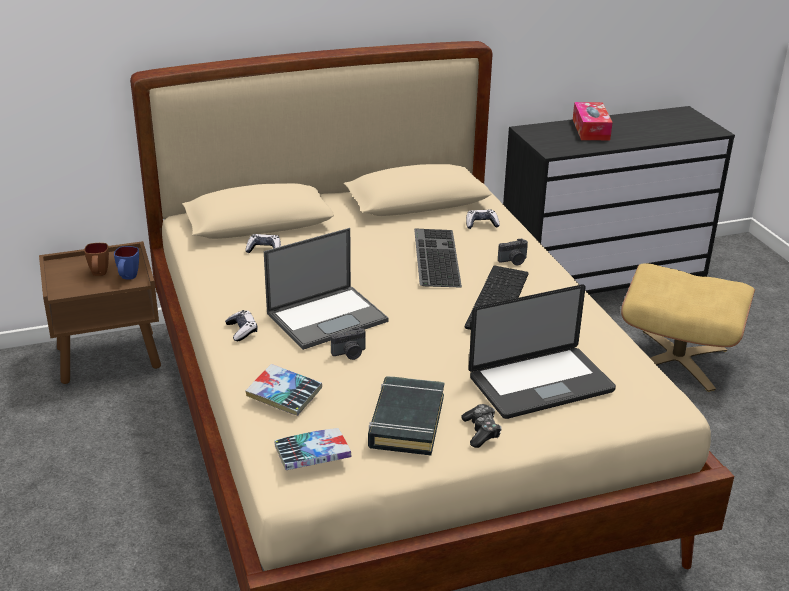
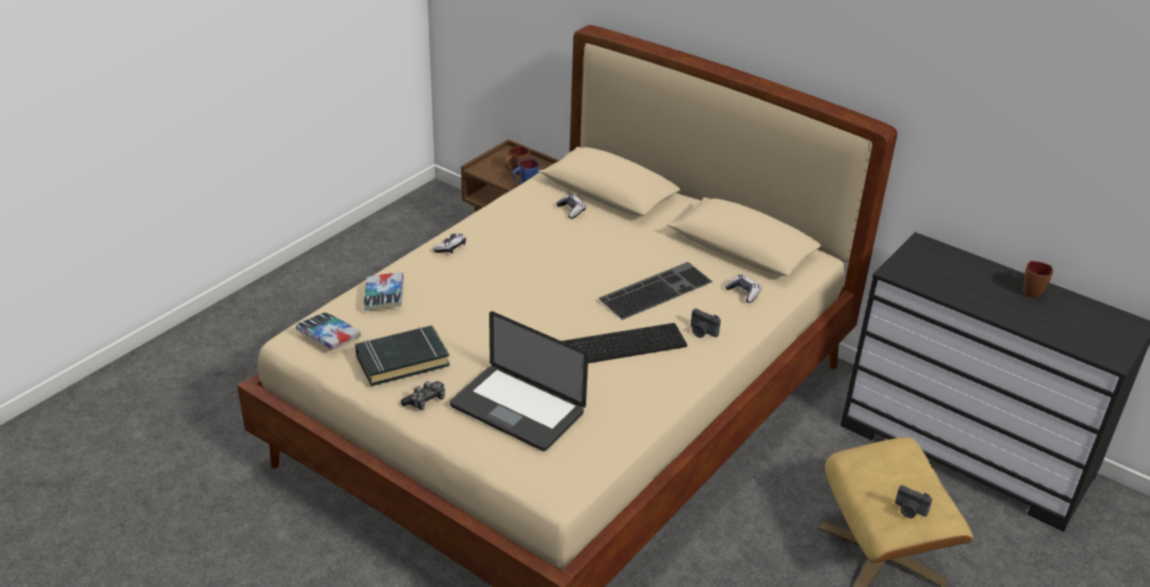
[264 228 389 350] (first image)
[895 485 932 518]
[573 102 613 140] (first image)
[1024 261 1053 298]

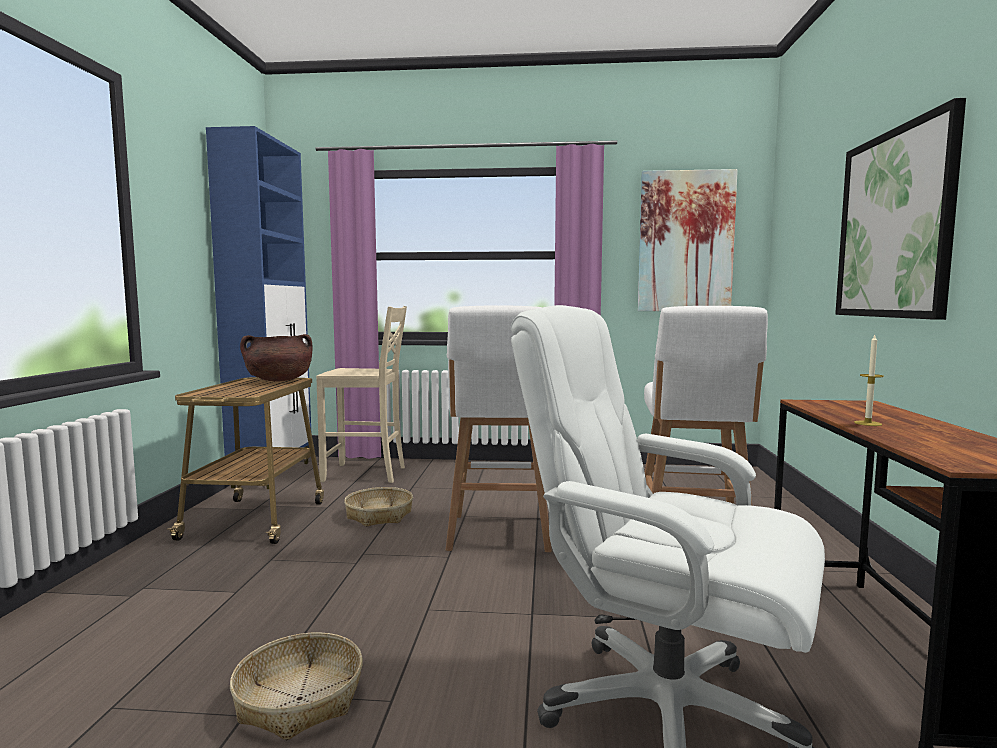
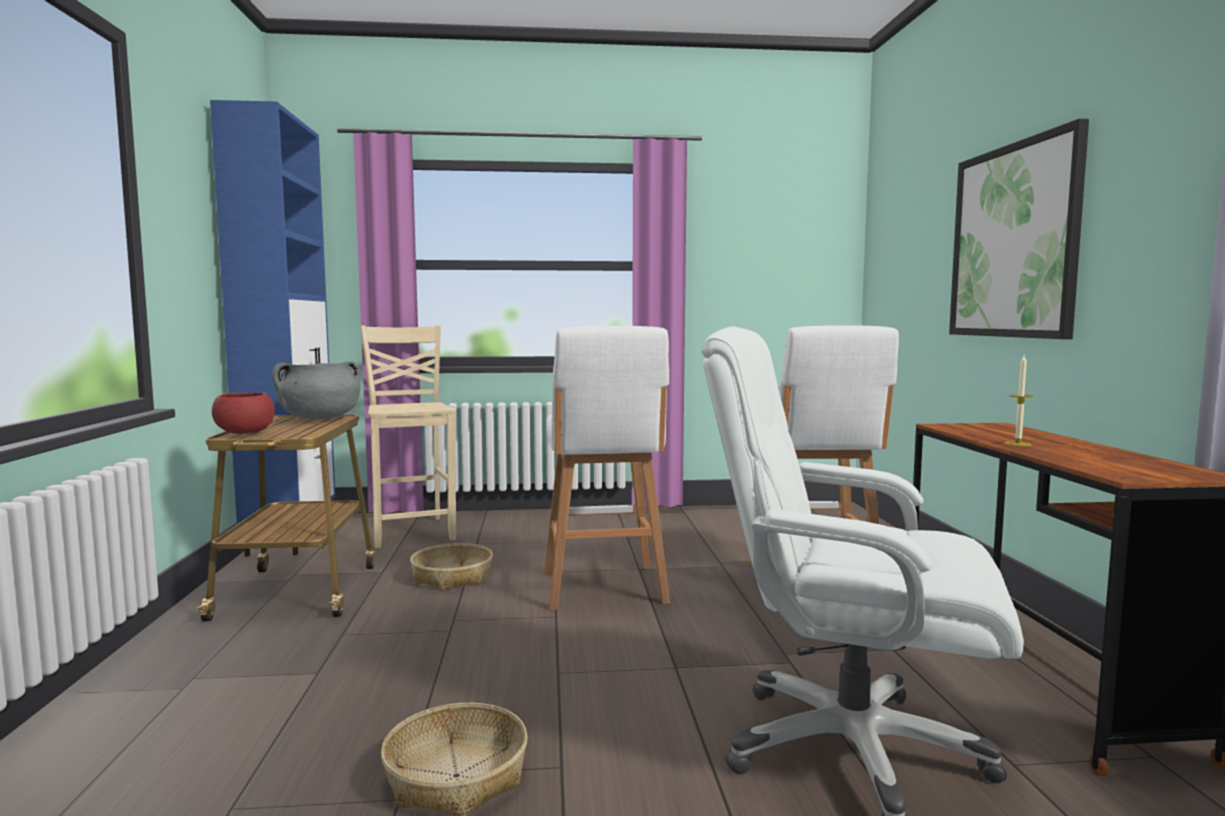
[272 361 360 419]
[360 325 456 549]
[638 169 738 311] (first image)
[212 392 275 434]

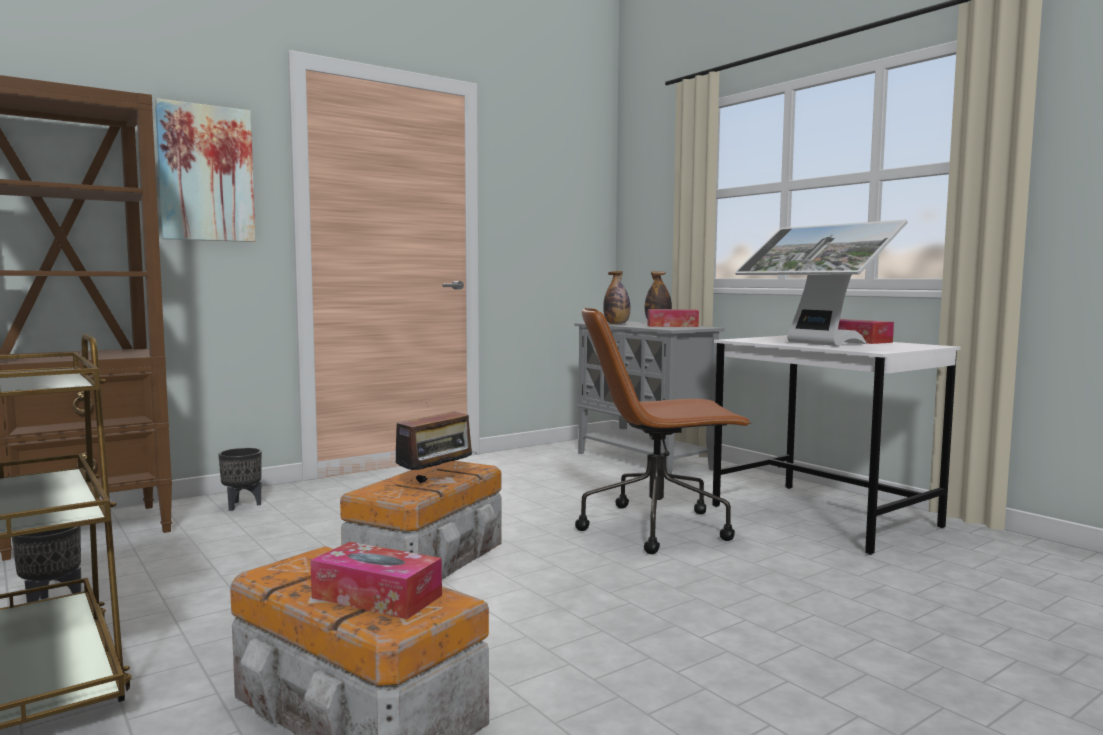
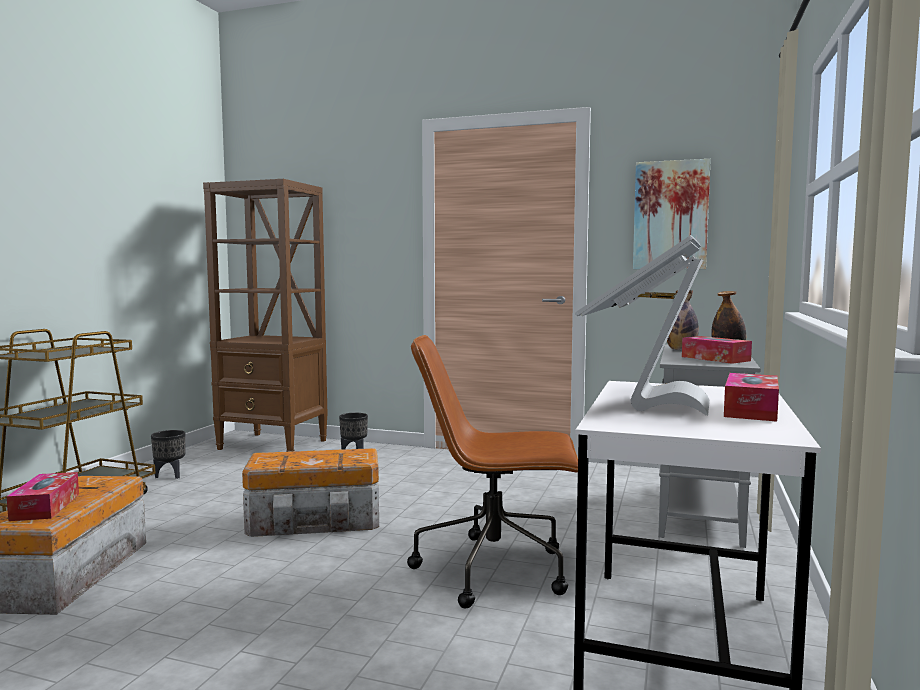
[633 159 711 269]
[387 402 477 483] (first image)
[407 335 578 609]

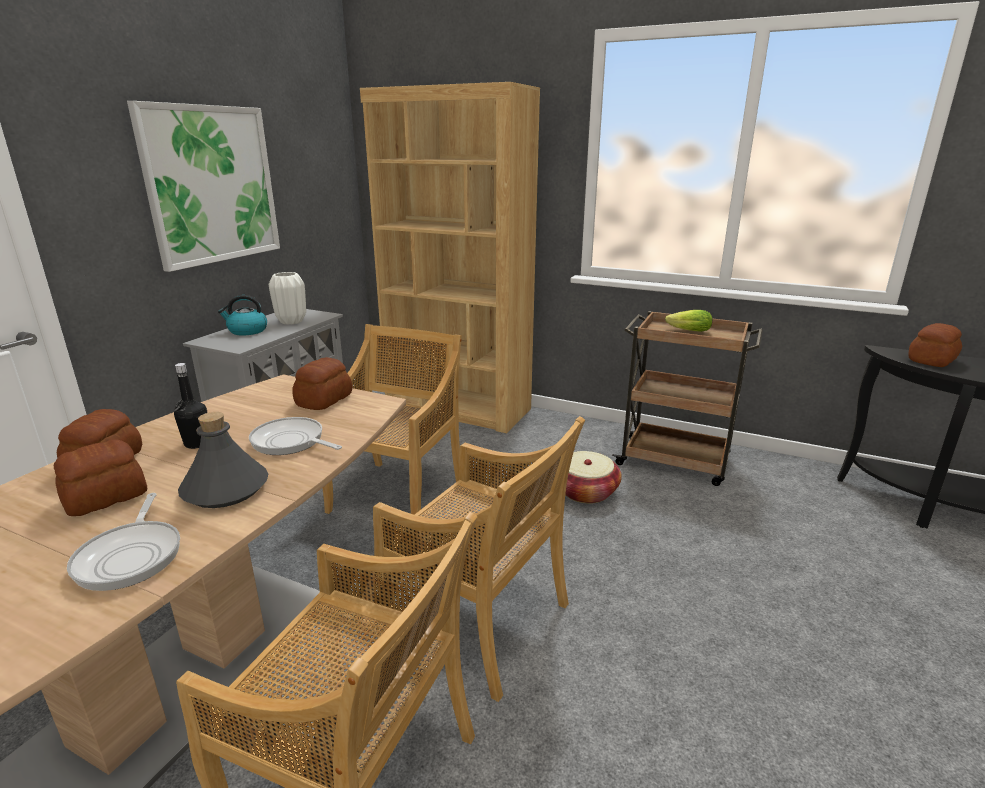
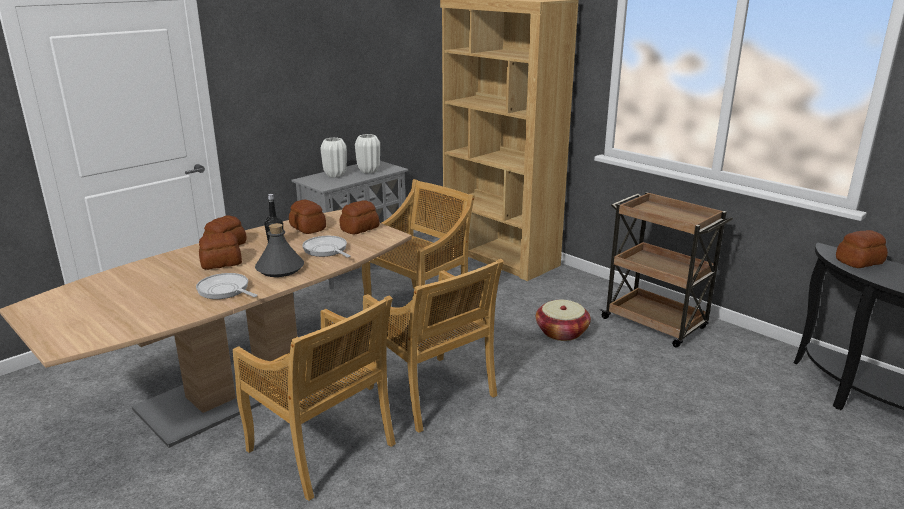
[196 273 258 299]
[127 101 280 272] (first image)
[321 137 347 178]
[665 310 712 332] (first image)
[289 200 326 234]

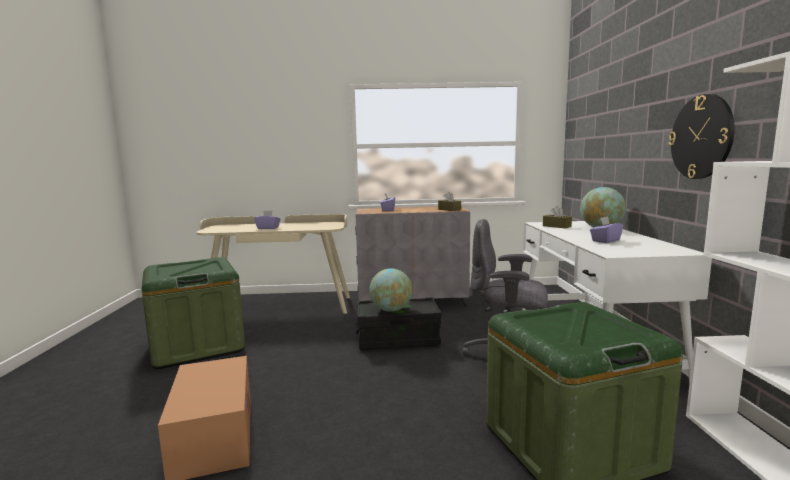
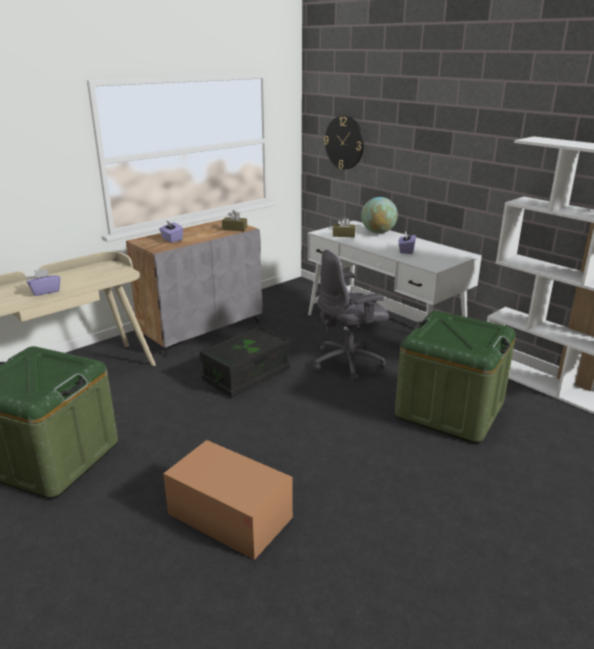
[369 268 412 312] (first image)
[324 116 364 169]

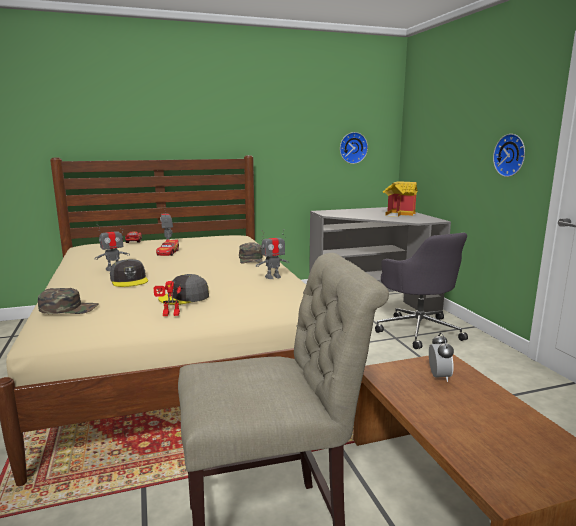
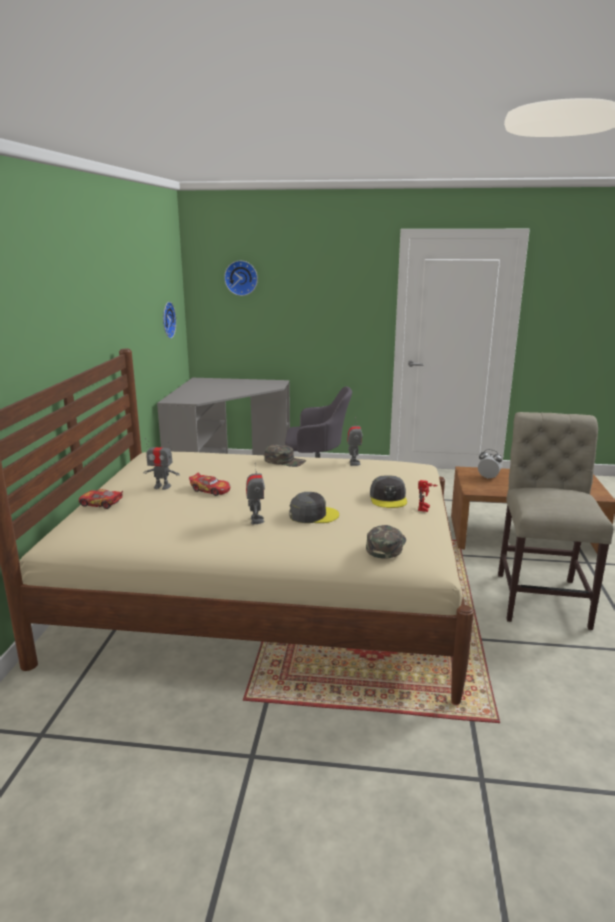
[383 181 417 217] (first image)
[224 261 258 296]

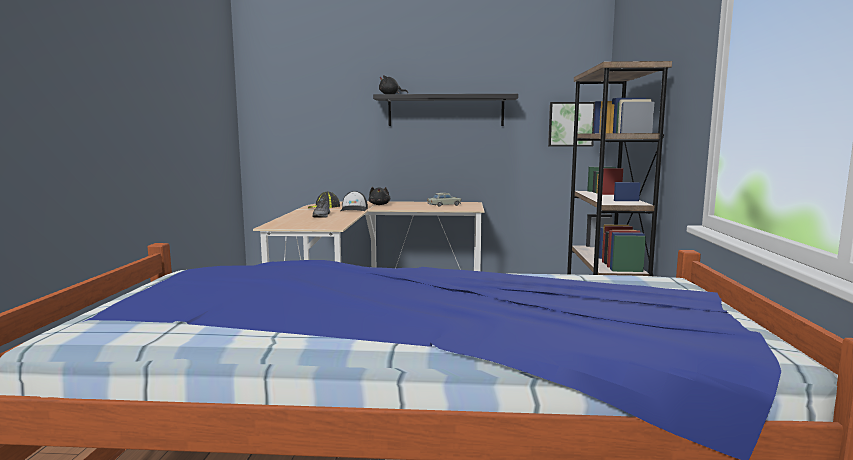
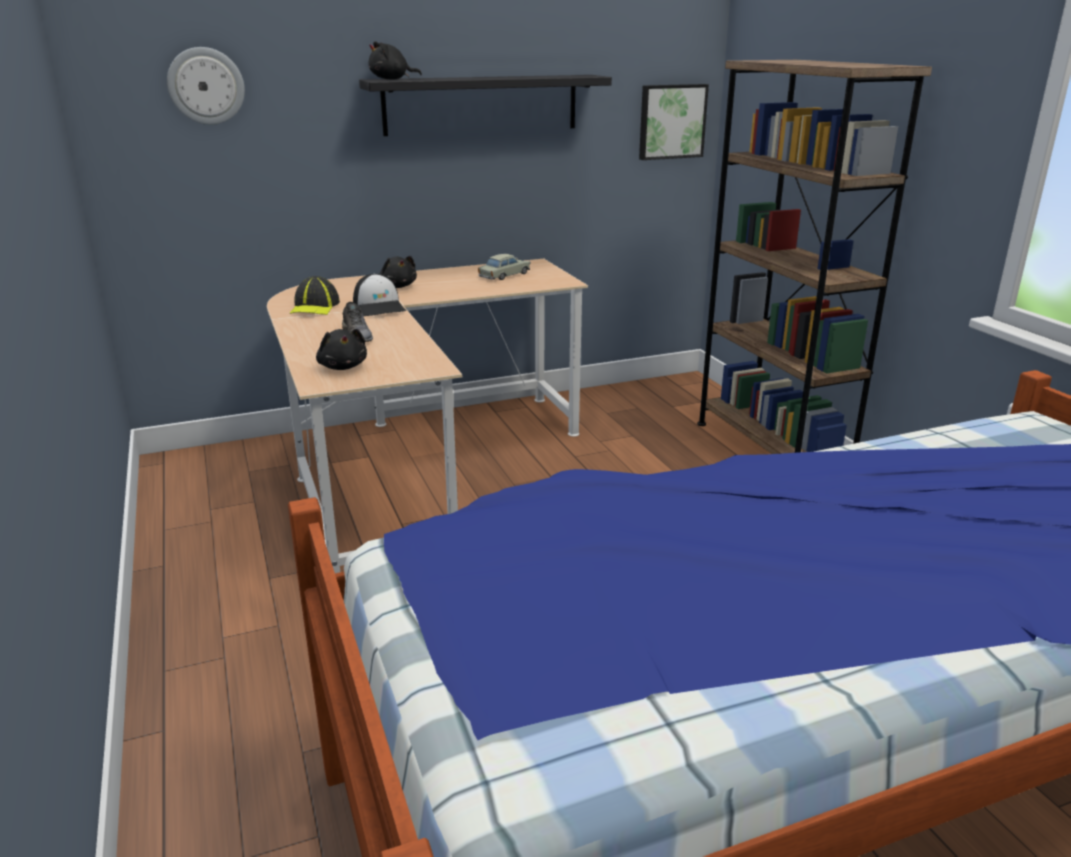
[167 47 245 125]
[316 329 367 370]

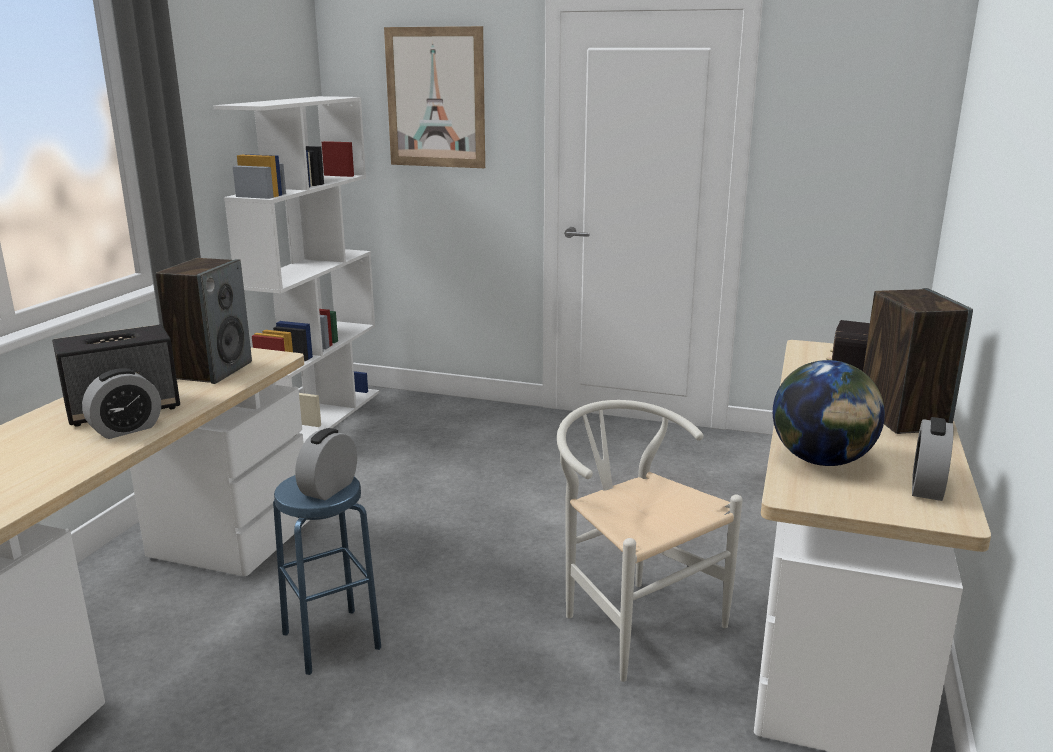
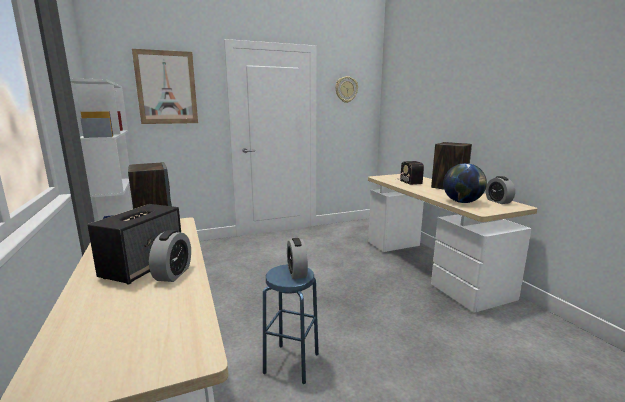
[557 400 742 682] (first image)
[335 76 358 103]

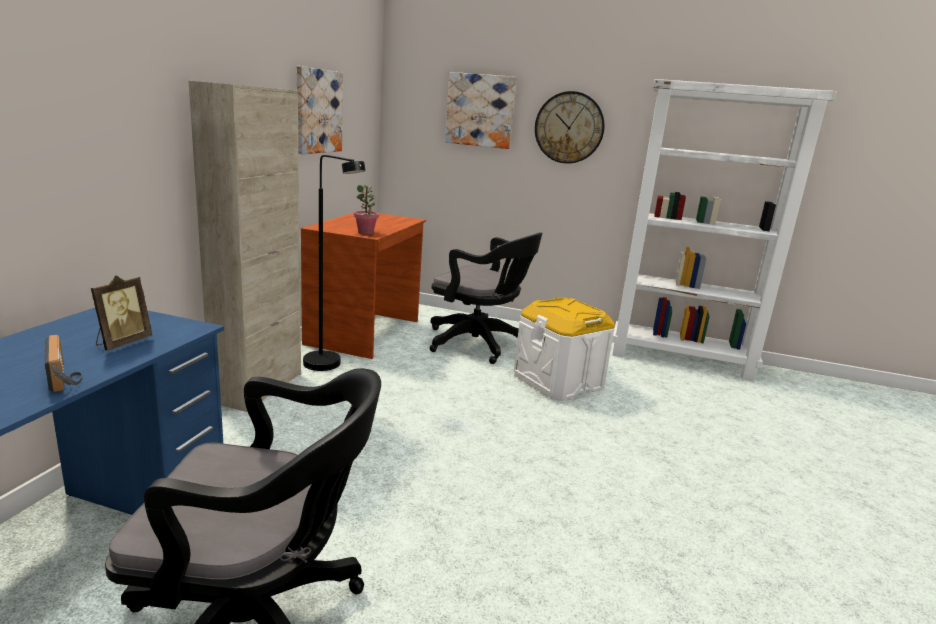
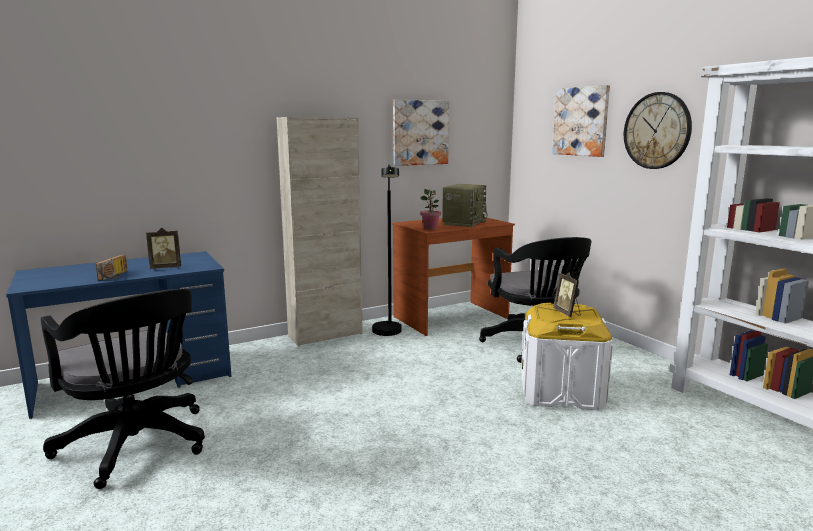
[442 184 488 227]
[553 272 581 317]

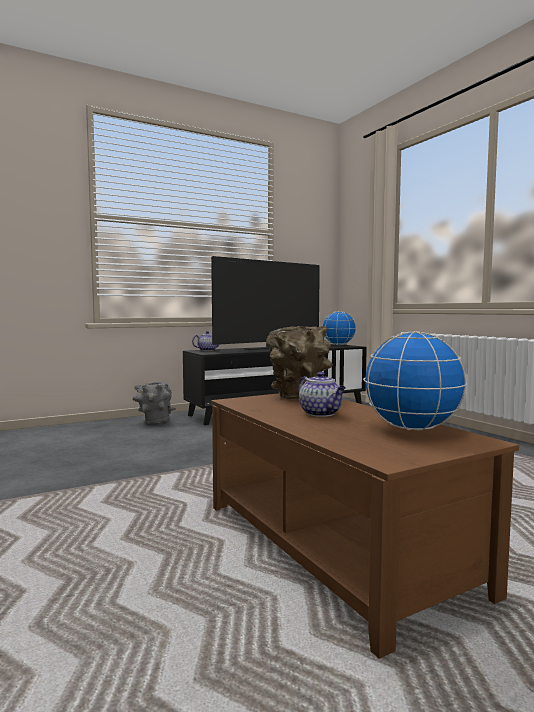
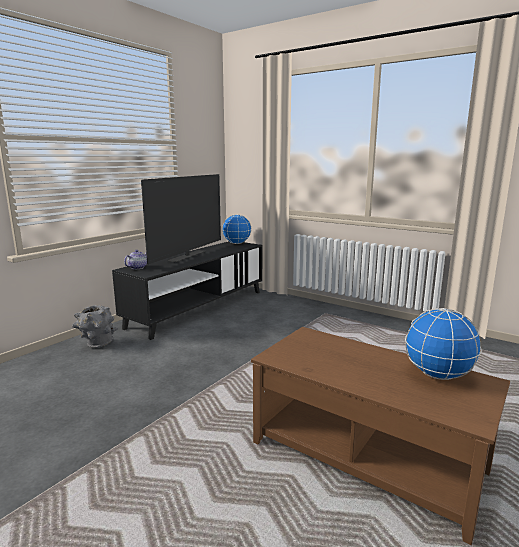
[266 326 333 399] (first image)
[298 372 346 417] (first image)

